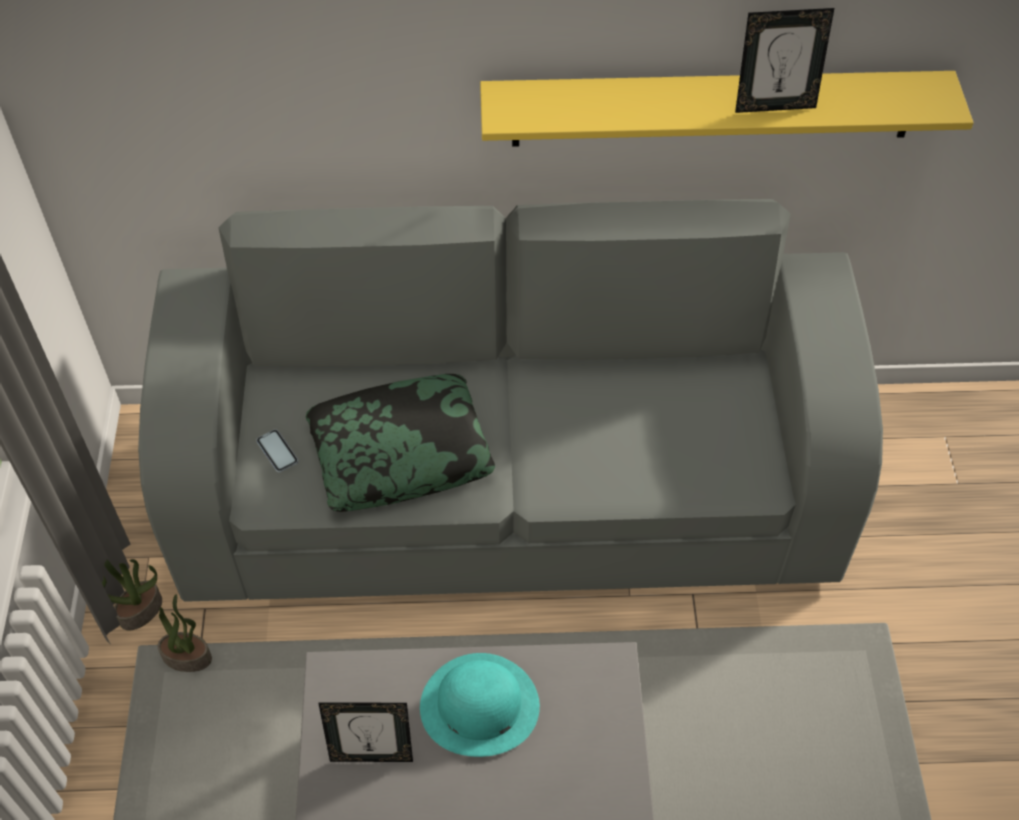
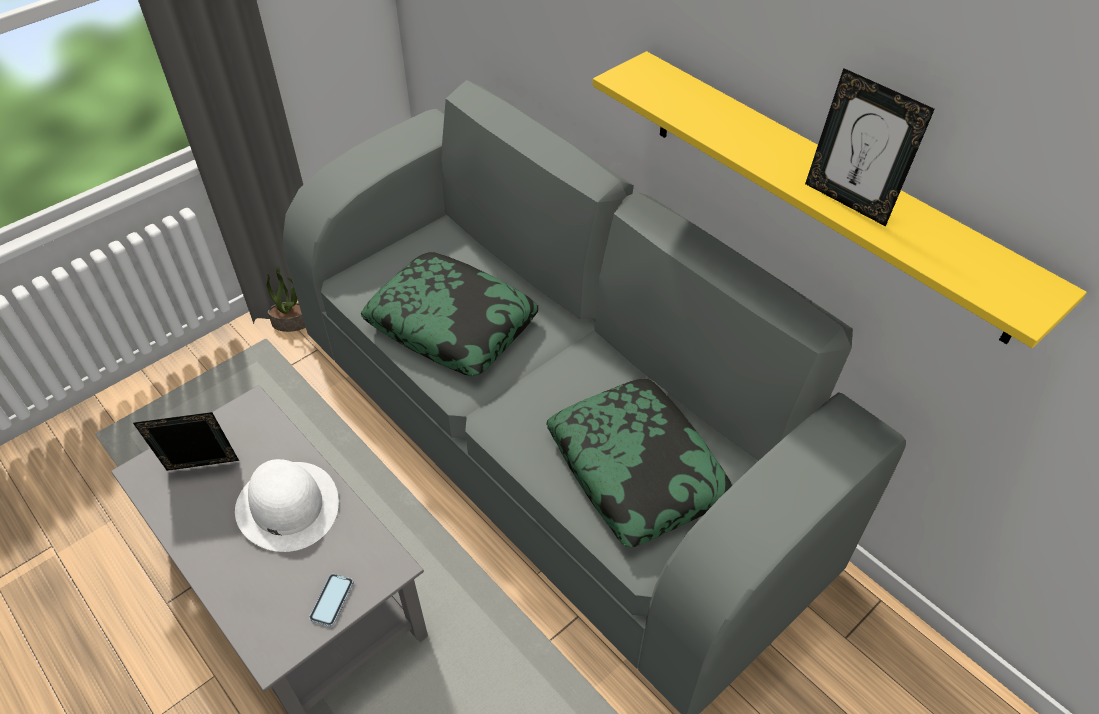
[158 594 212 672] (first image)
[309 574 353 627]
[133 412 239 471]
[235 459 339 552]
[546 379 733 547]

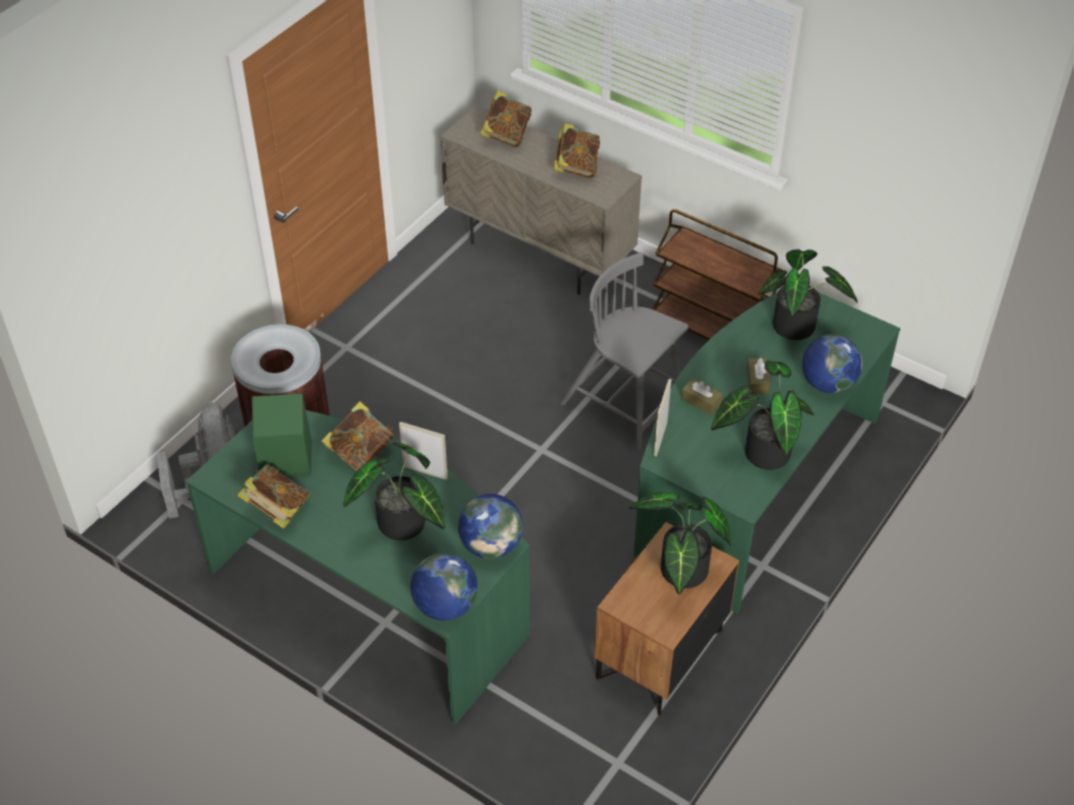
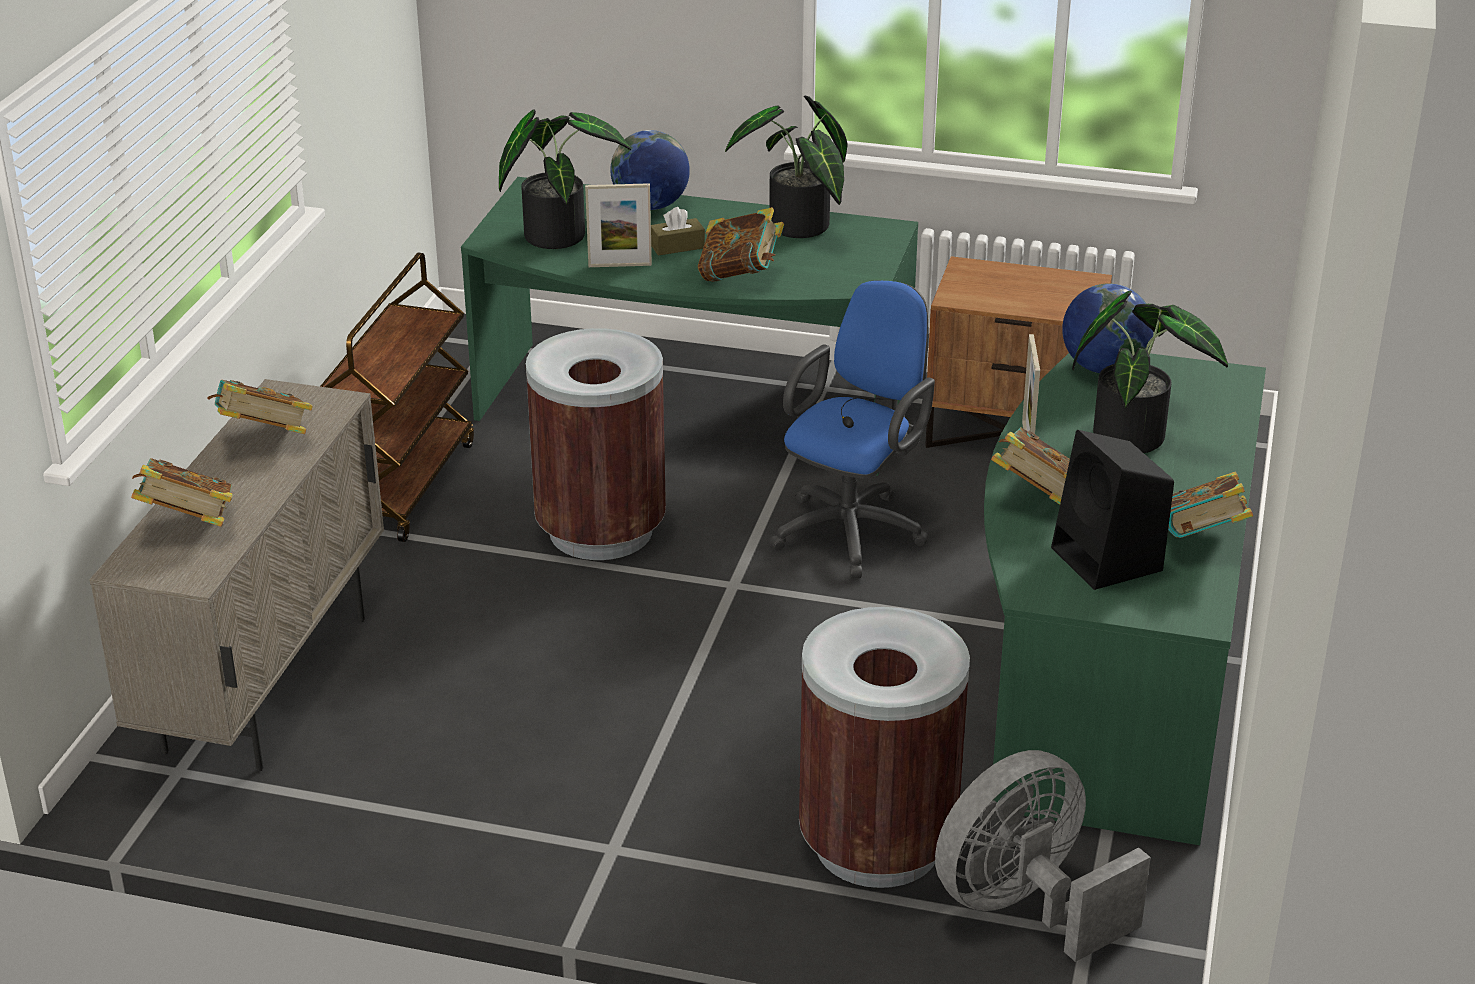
[1051 430 1174 590]
[410 553 478 621] (first image)
[526 328 666 560]
[629 492 731 594] (first image)
[585 183 652 267]
[698 207 784 282]
[770 280 935 579]

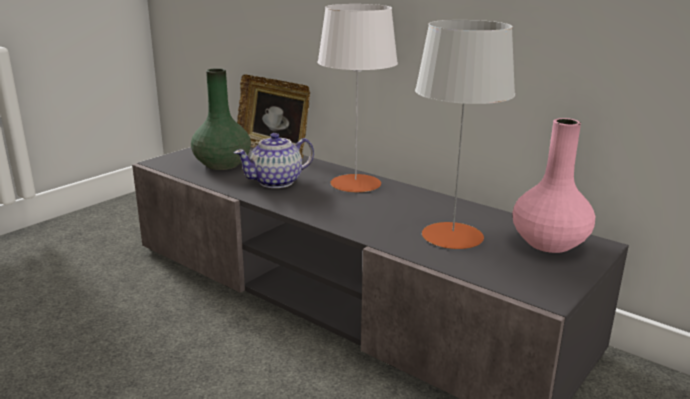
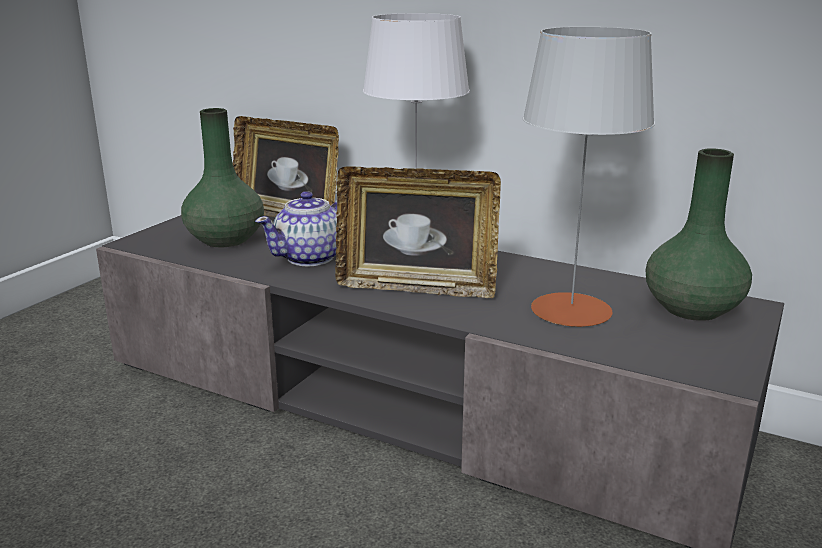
[645 148 752 321]
[335 166 501 298]

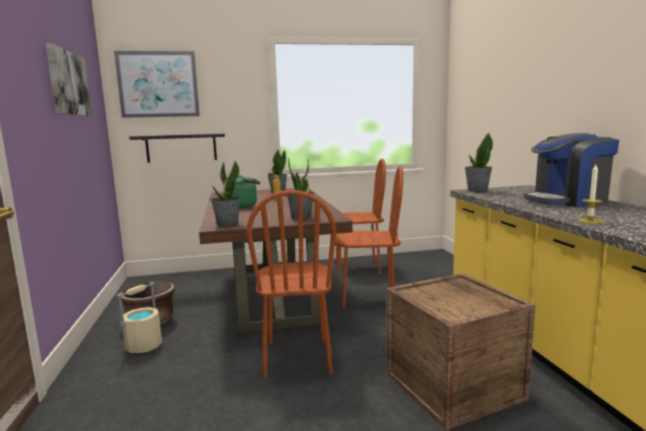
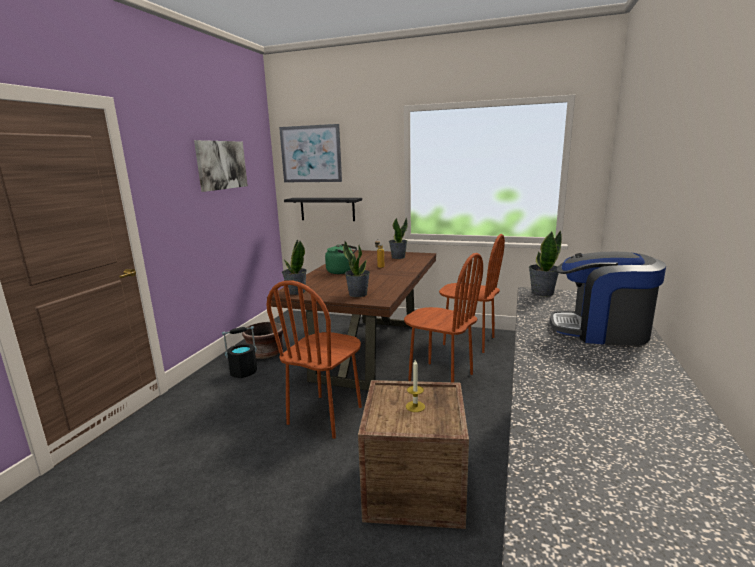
[222 326 257 378]
[406 360 425 412]

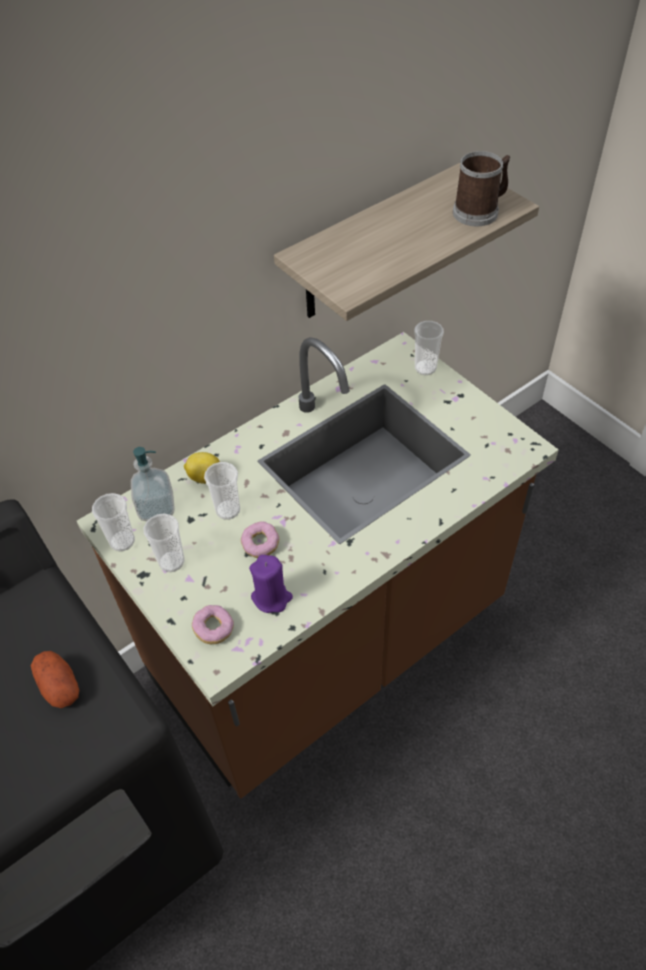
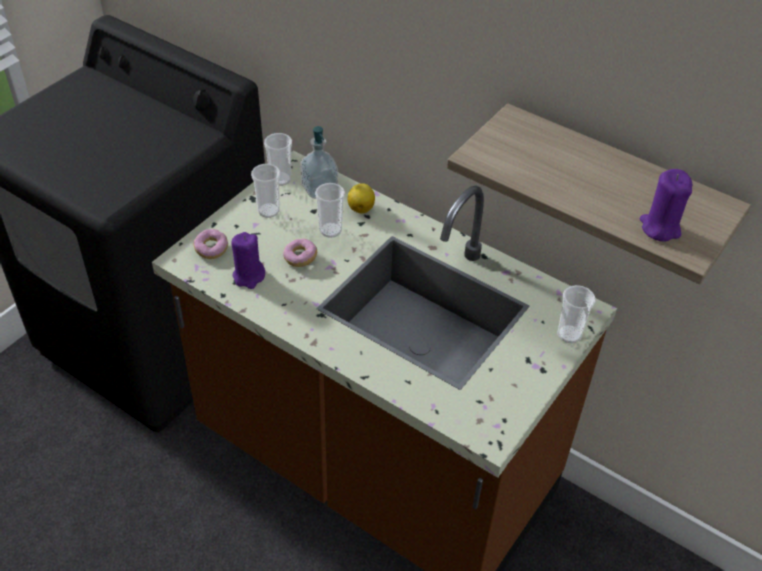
[31 651 79 708] (first image)
[640 169 692 242]

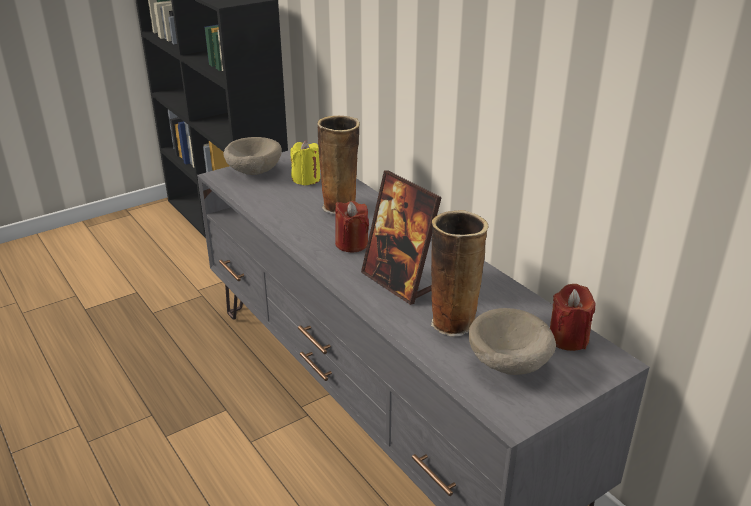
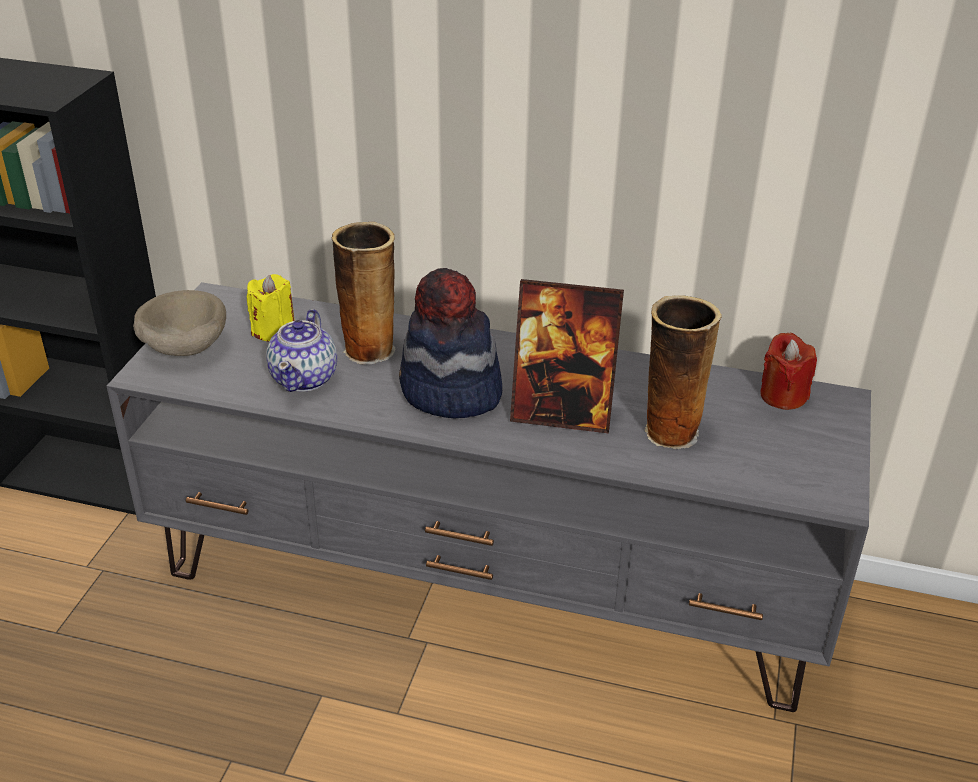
[399 268 502 418]
[469 308 556 375] (first image)
[266 309 337 392]

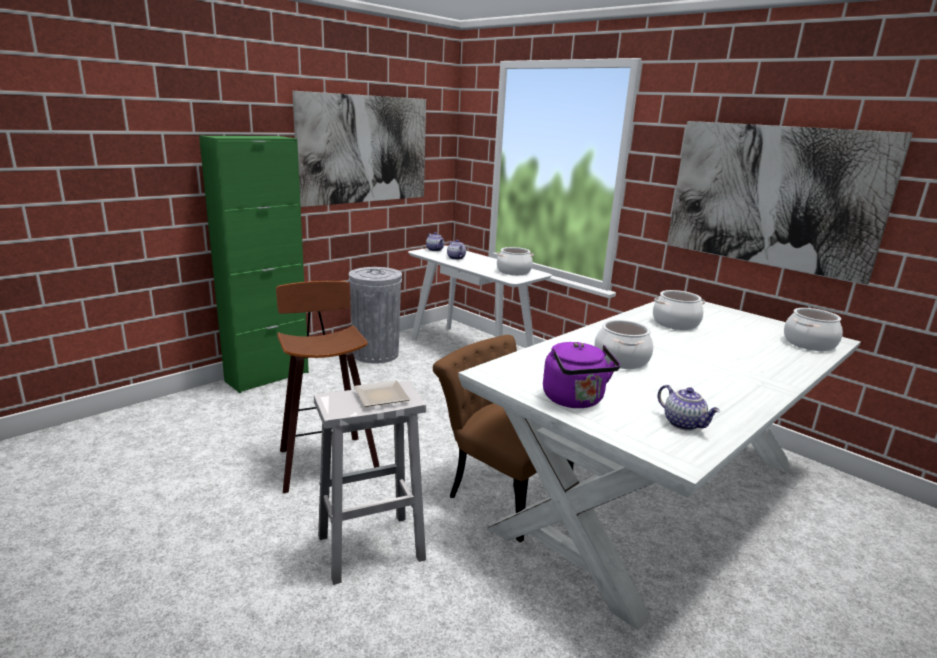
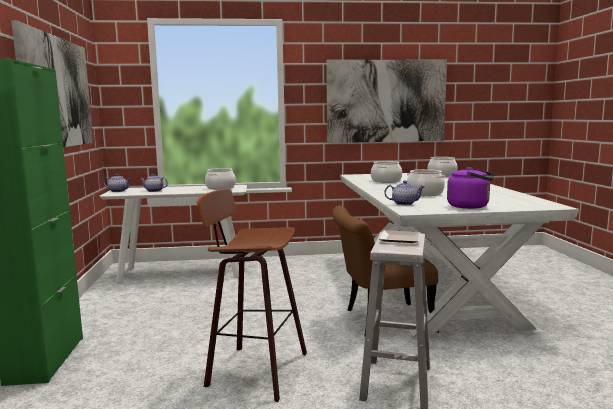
[349 267 402 364] (first image)
[384 180 425 205]

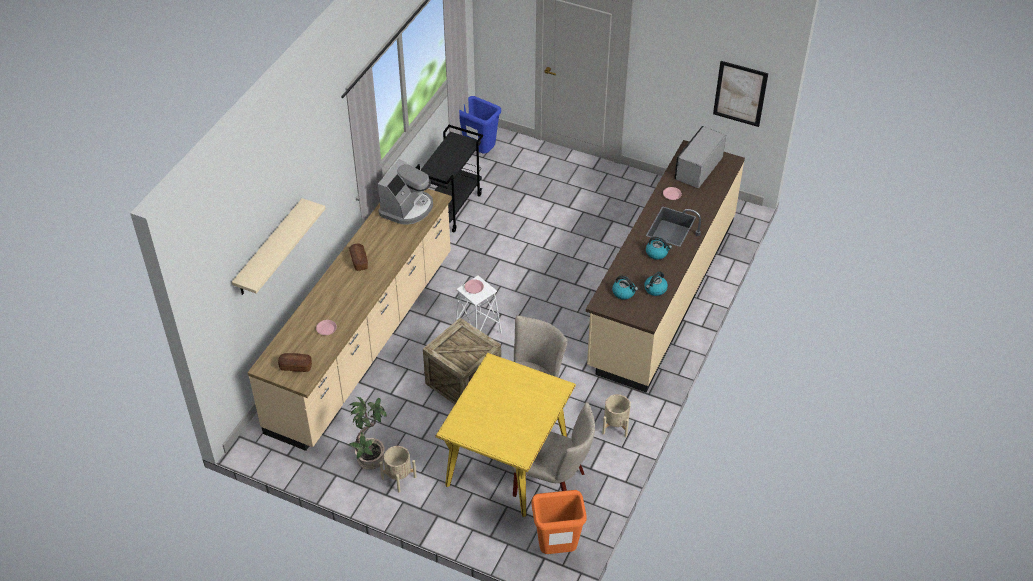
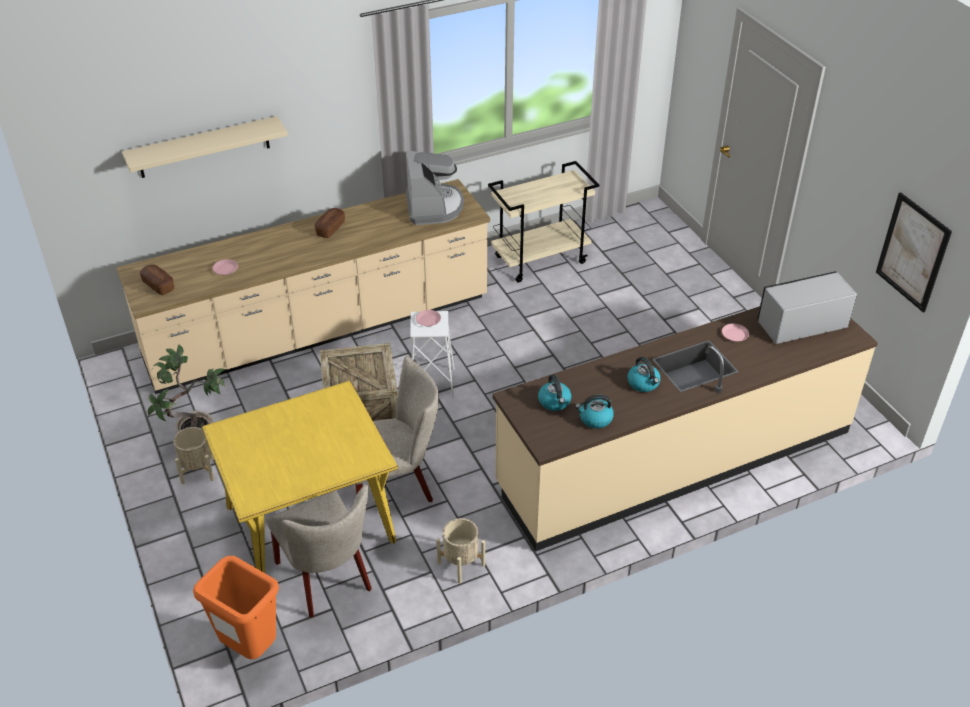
[406 150 464 225]
[488 161 599 283]
[459 96 501 154] (first image)

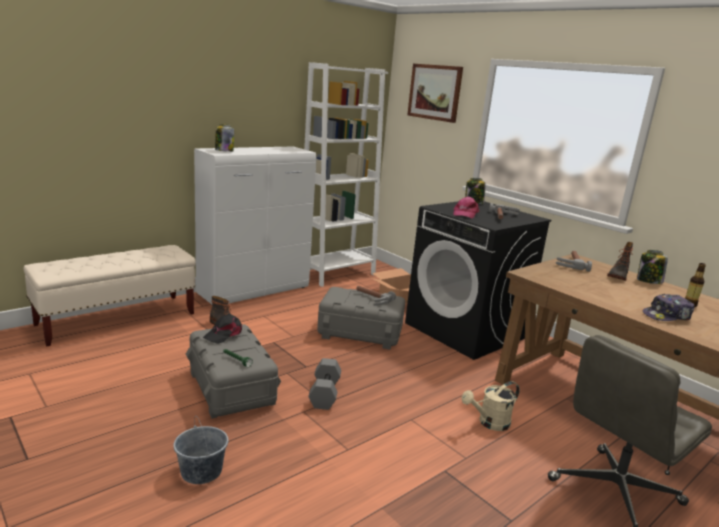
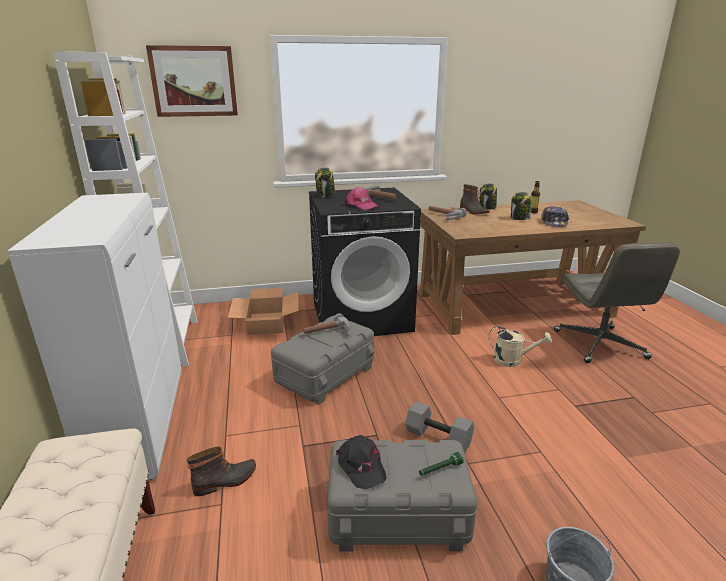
[511 192 532 220]
[489 326 552 367]

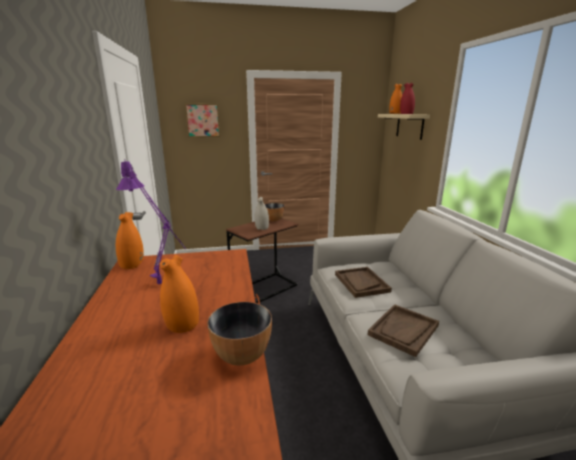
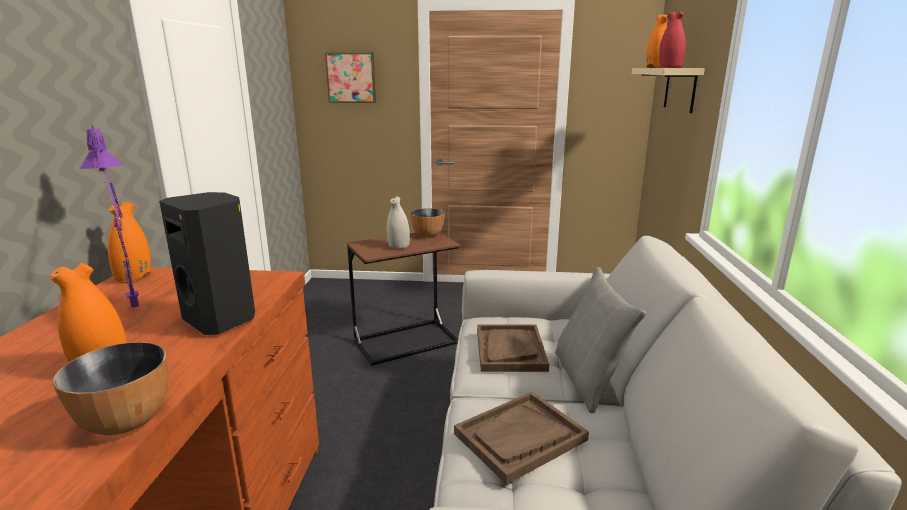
[159 192 255 335]
[555 267 646 413]

